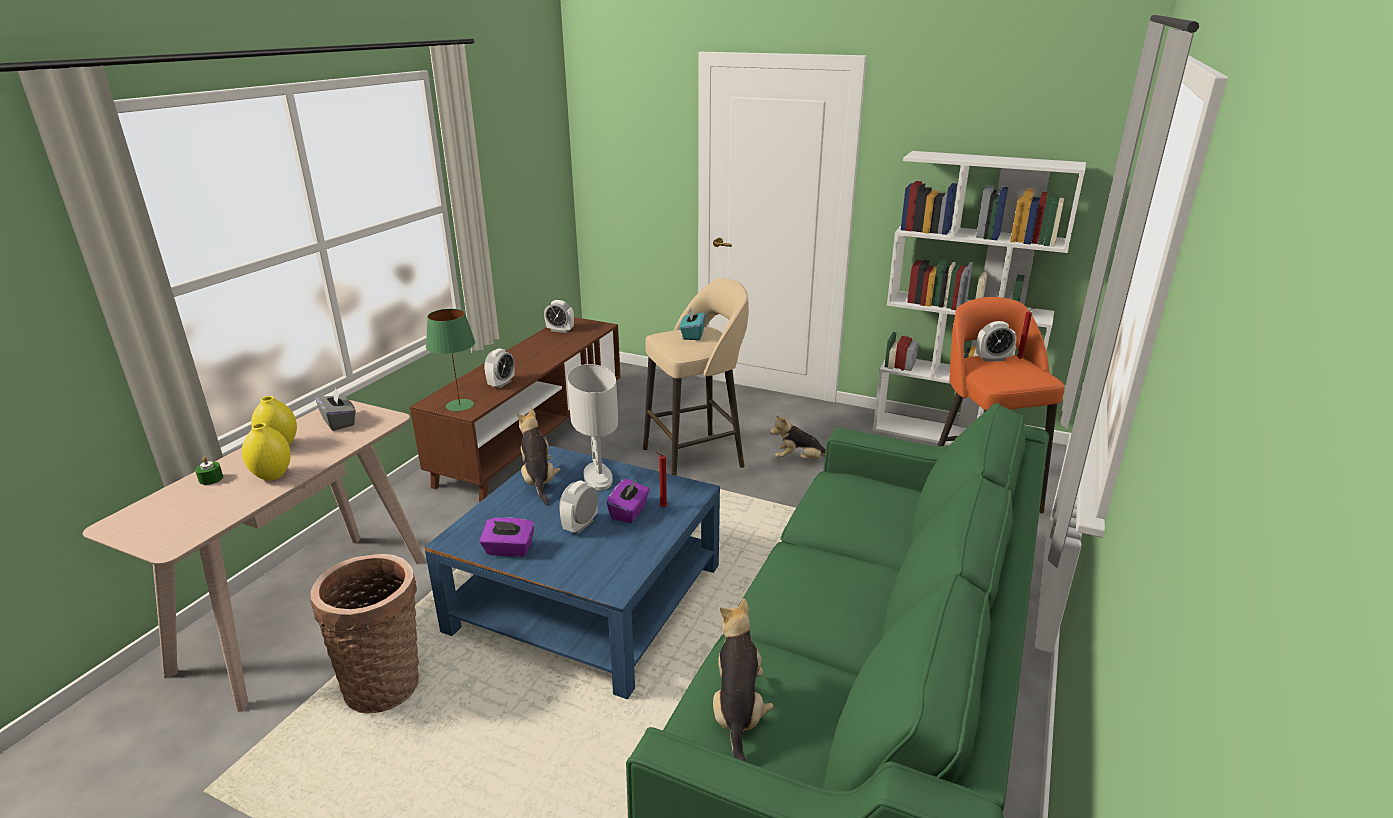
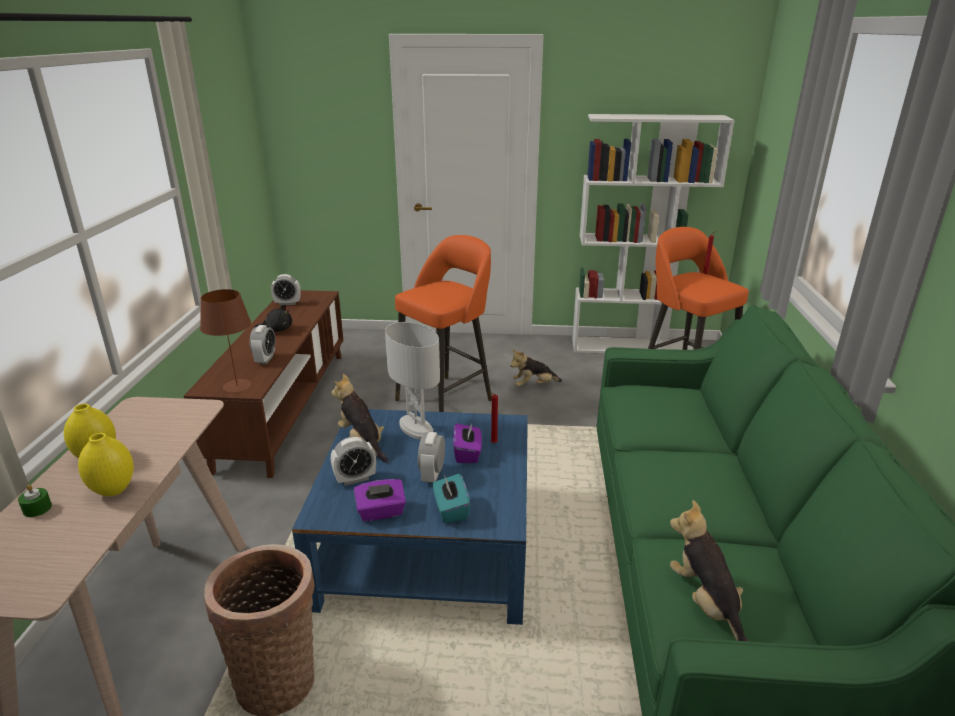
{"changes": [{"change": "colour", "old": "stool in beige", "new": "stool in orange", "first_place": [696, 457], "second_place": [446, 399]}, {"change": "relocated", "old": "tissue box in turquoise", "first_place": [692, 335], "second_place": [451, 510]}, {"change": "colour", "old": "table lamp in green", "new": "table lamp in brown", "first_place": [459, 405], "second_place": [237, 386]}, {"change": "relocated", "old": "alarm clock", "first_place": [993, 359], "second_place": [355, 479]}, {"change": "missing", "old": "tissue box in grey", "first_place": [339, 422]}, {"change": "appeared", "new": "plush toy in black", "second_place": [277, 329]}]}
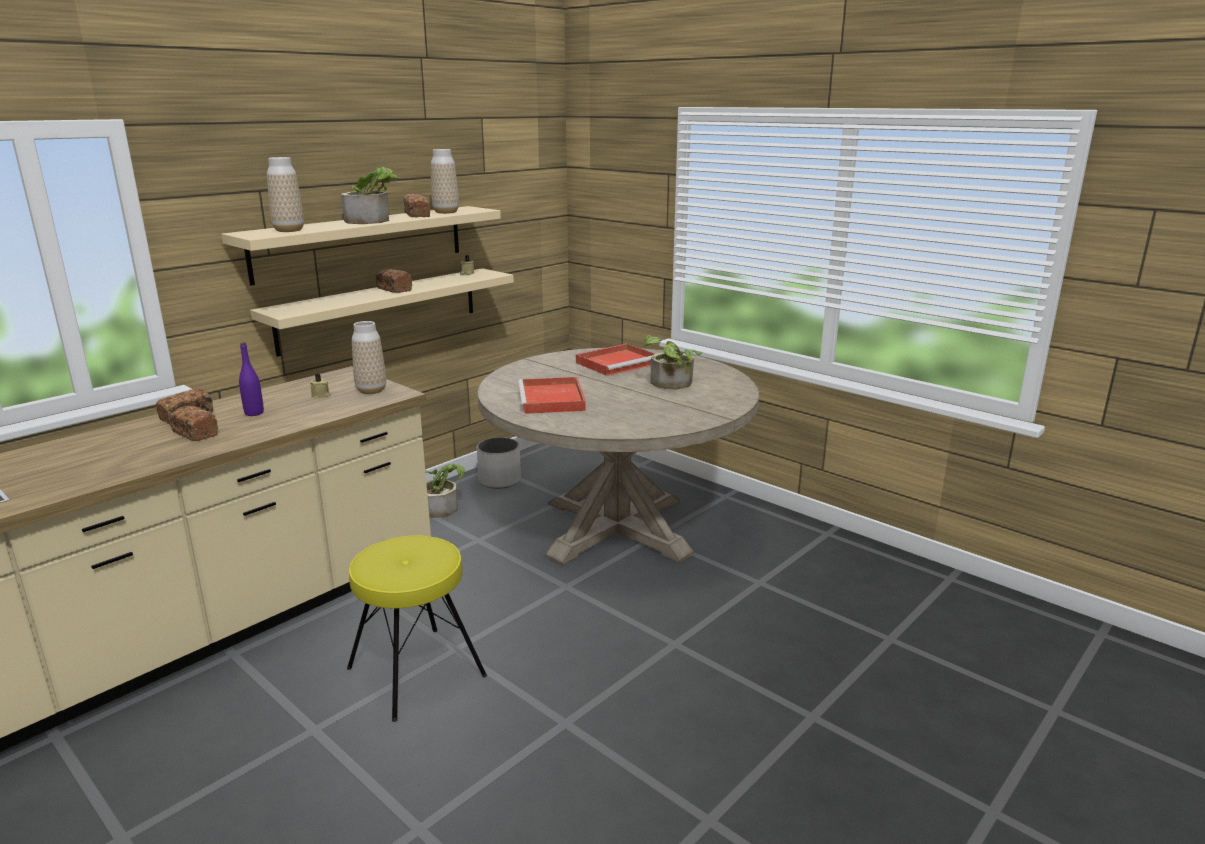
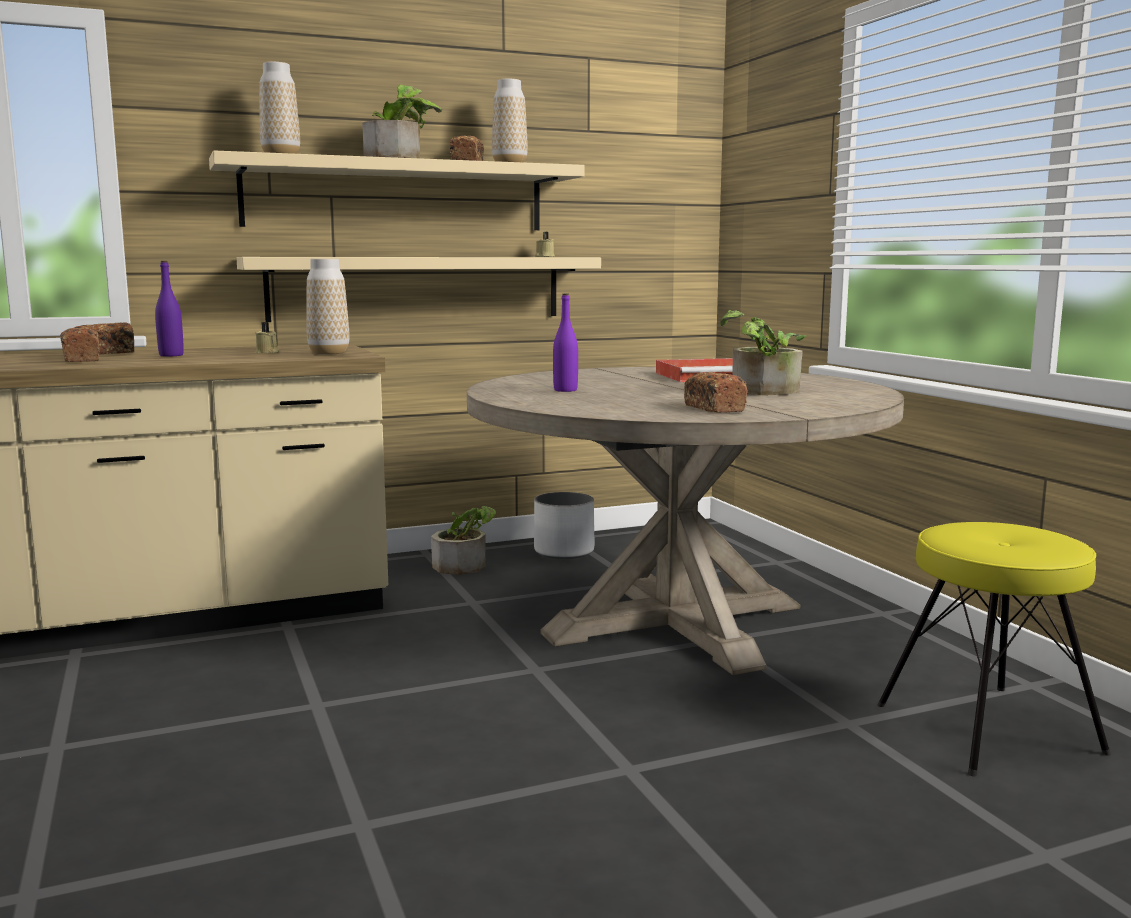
{"changes": [{"change": "relocated", "old": "bread", "first_place": [394, 289], "second_place": [713, 408]}, {"change": "exchanged", "old": "tray in red", "new": "bottle in purple", "first_place": [552, 400], "second_place": [565, 390]}, {"change": "relocated", "old": "stool in yellow", "first_place": [416, 672], "second_place": [987, 729]}]}
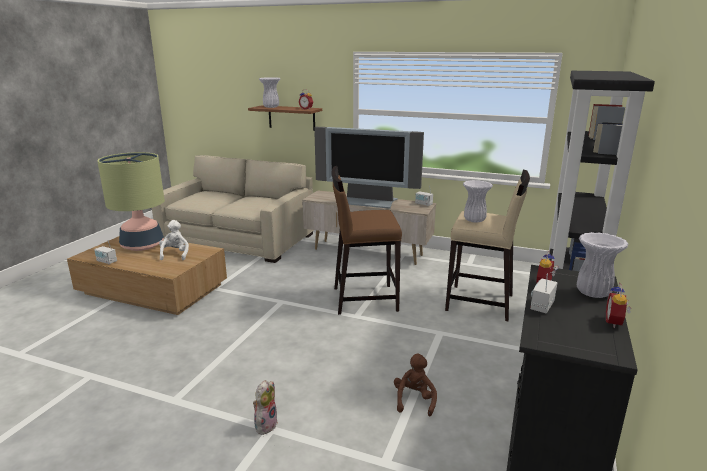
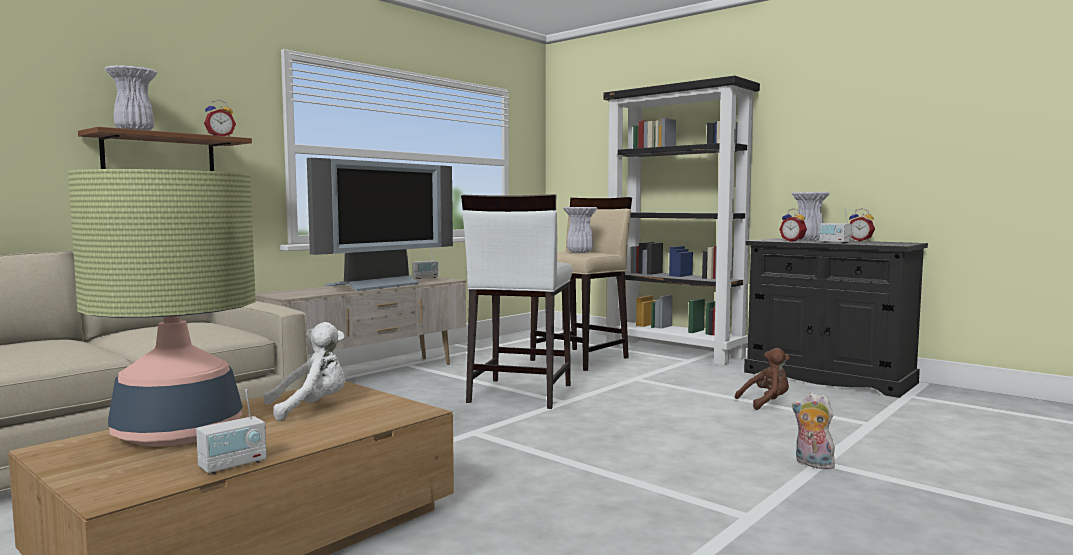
{"changes": [{"change": "colour", "old": "stool in brown", "new": "stool in white", "first_place": [364, 299], "second_place": [519, 393]}, {"change": "spun", "old": "plush toy in white", "first_place": [175, 254], "second_place": [311, 407], "degrees": 135}, {"change": "spun", "old": "plush toy in brown", "first_place": [414, 400], "second_place": [766, 403], "degrees": 135}]}
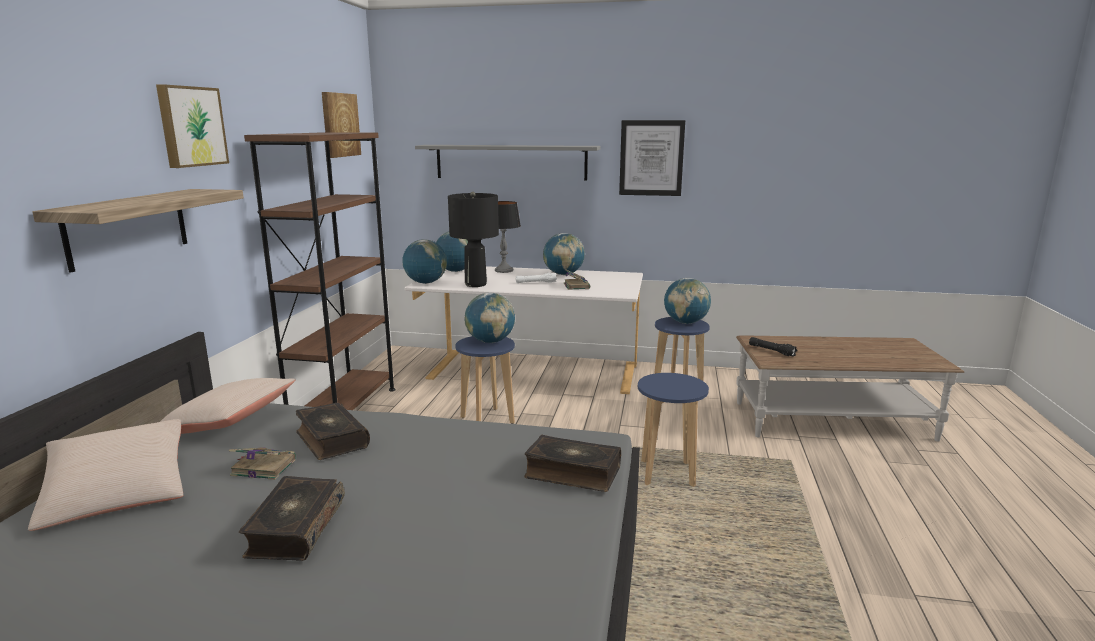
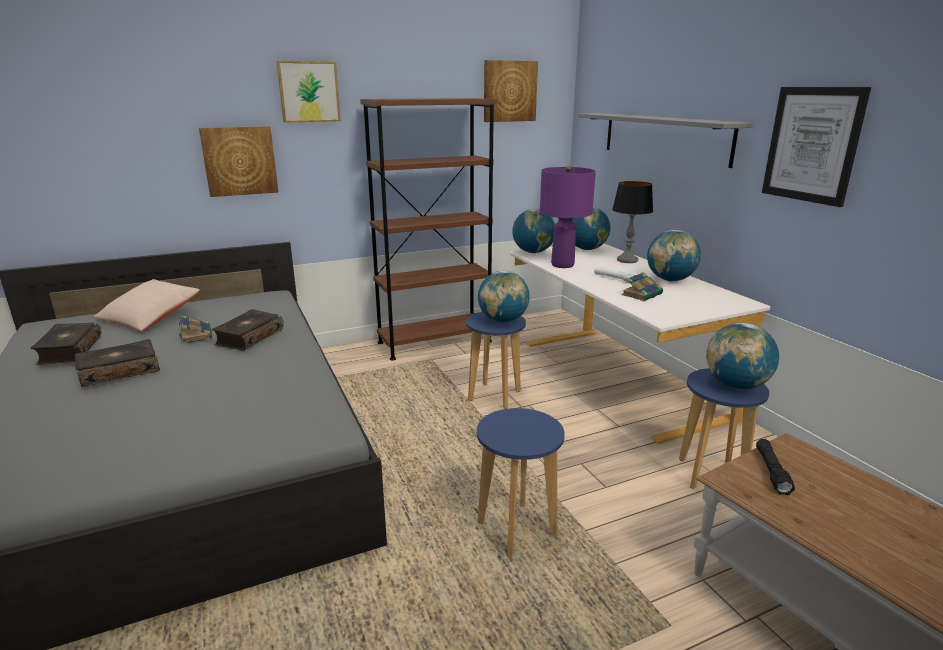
{"changes": [{"change": "exchanged", "old": "shelf", "new": "picture", "first_place": [128, 227], "second_place": [239, 161]}, {"change": "colour", "old": "table lamp in black", "new": "table lamp in purple", "first_place": [476, 284], "second_place": [563, 265]}, {"change": "missing", "old": "pillow in beige", "first_place": [228, 423]}, {"change": "relocated", "old": "book", "first_place": [572, 473], "second_place": [69, 351]}]}
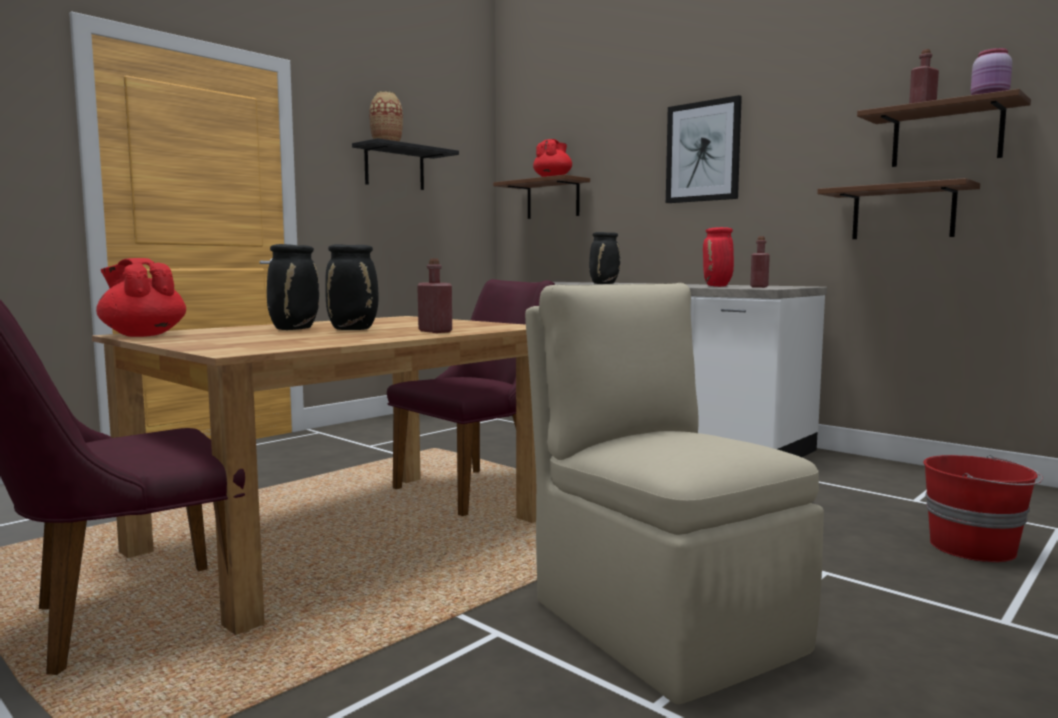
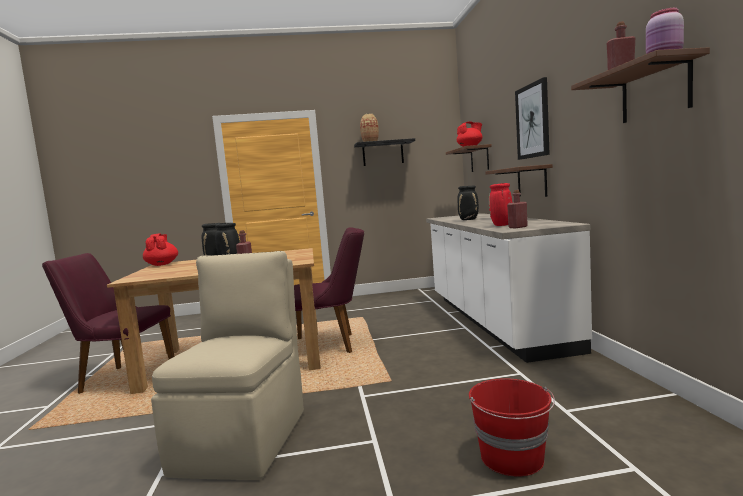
{"changes": [{"change": "relocated", "old": "shelf in brown", "first_place": [903, 213], "second_place": [532, 181]}]}
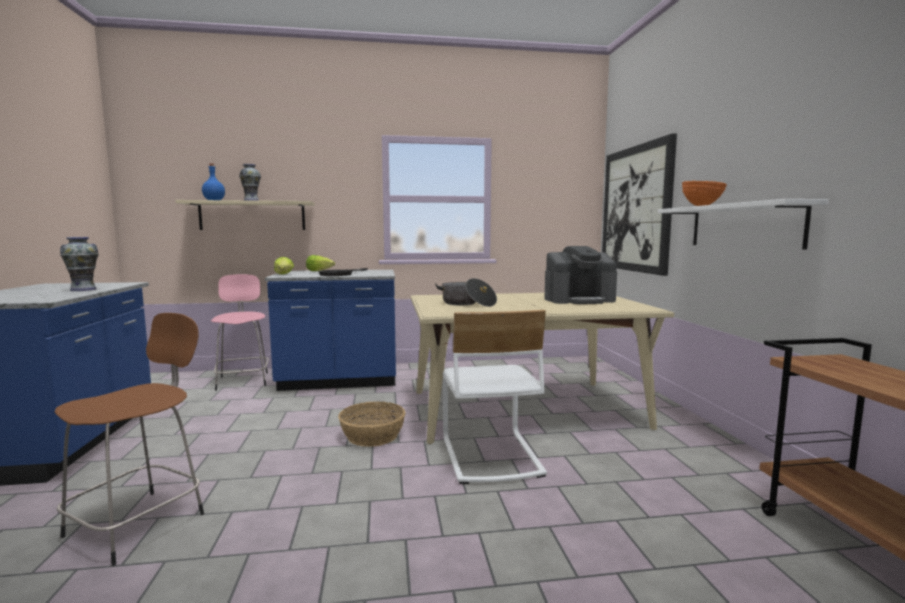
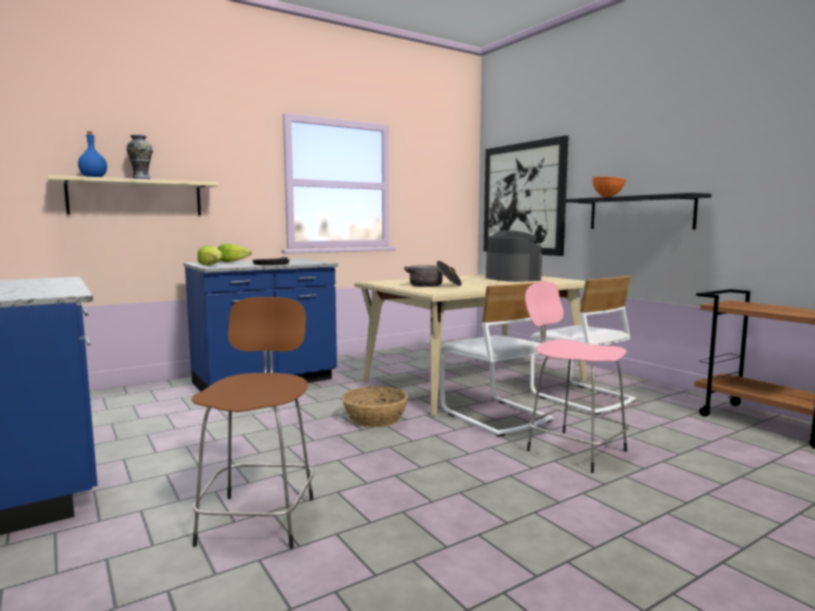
{"changes": [{"change": "colour", "old": "shelf in white", "new": "shelf in black", "first_place": [743, 226], "second_place": [640, 213]}, {"change": "missing", "old": "vase", "first_place": [83, 290]}, {"change": "spun", "old": "coffee machine", "first_place": [579, 300], "second_place": [512, 278], "degrees": -75}, {"change": "relocated", "old": "stool in pink", "first_place": [243, 380], "second_place": [573, 449]}, {"change": "appeared", "new": "chair in white", "second_place": [581, 398]}]}
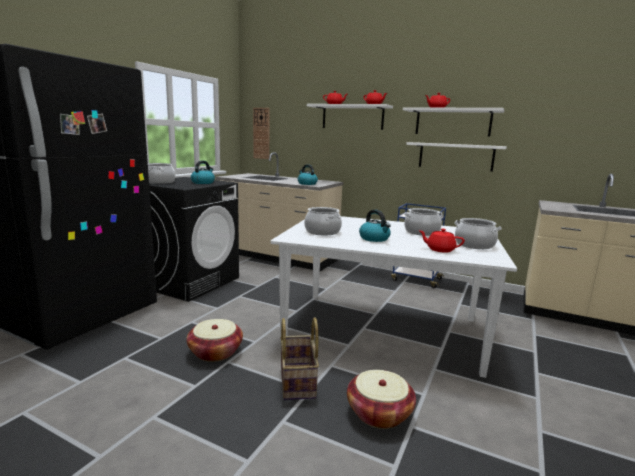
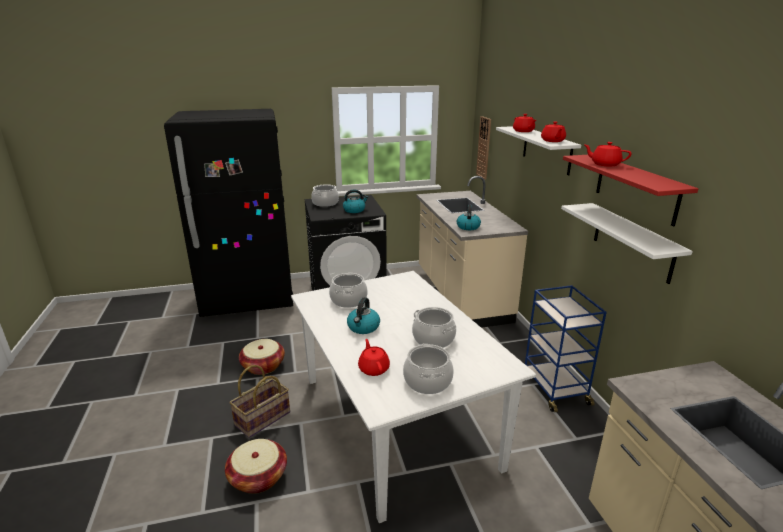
{"changes": [{"change": "colour", "old": "shelf in white", "new": "shelf in red", "first_place": [452, 122], "second_place": [636, 188]}]}
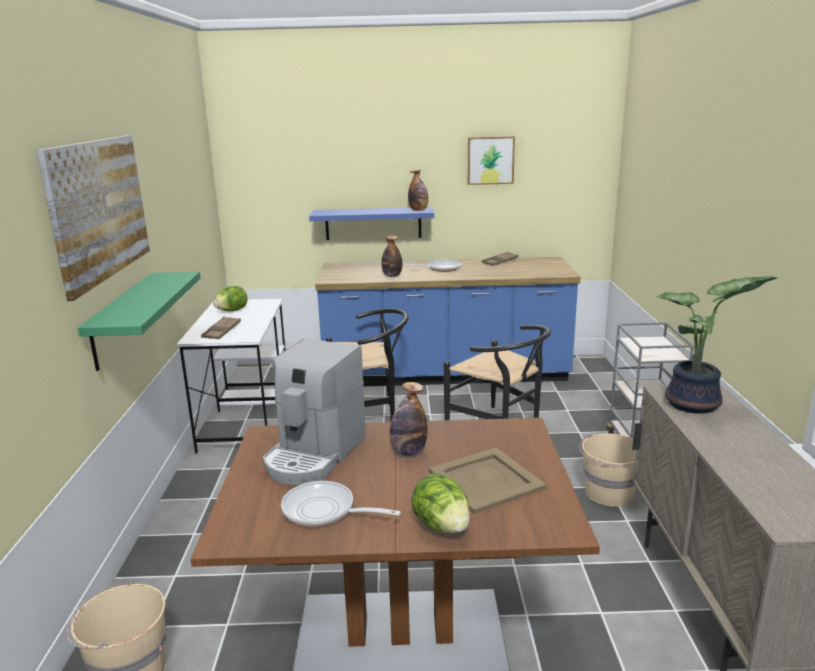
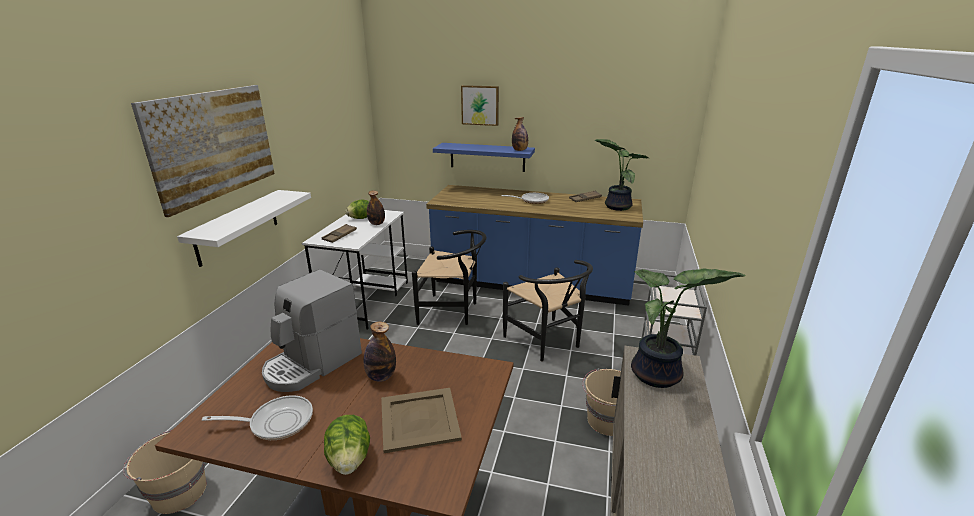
{"changes": [{"change": "relocated", "old": "picture", "first_place": [490, 160], "second_place": [480, 105]}, {"change": "relocated", "old": "bottle", "first_place": [392, 276], "second_place": [377, 223]}, {"change": "colour", "old": "shelf in green", "new": "shelf in white", "first_place": [123, 319], "second_place": [237, 226]}, {"change": "spun", "old": "frying pan", "first_place": [324, 511], "second_place": [276, 422], "degrees": 135}, {"change": "appeared", "new": "potted plant", "second_place": [616, 206]}]}
